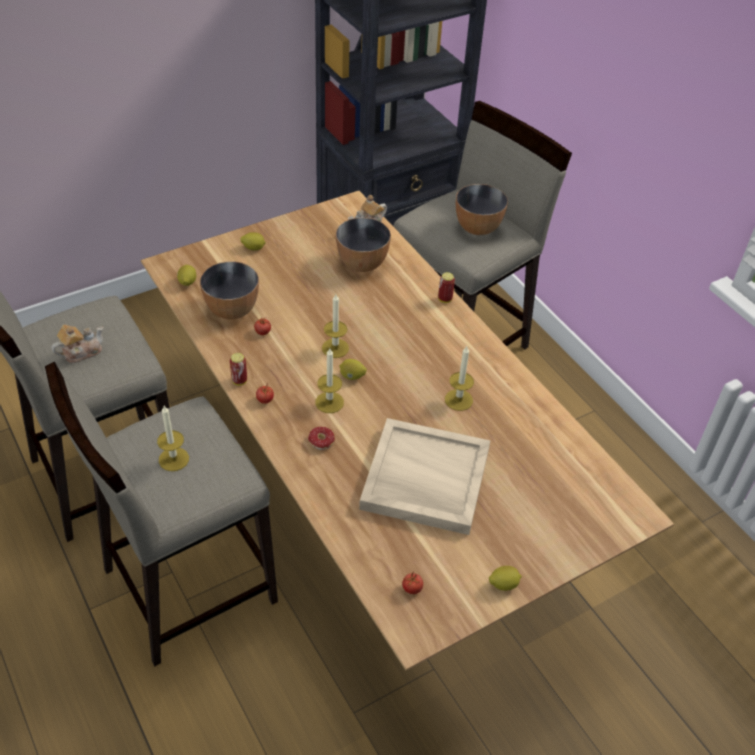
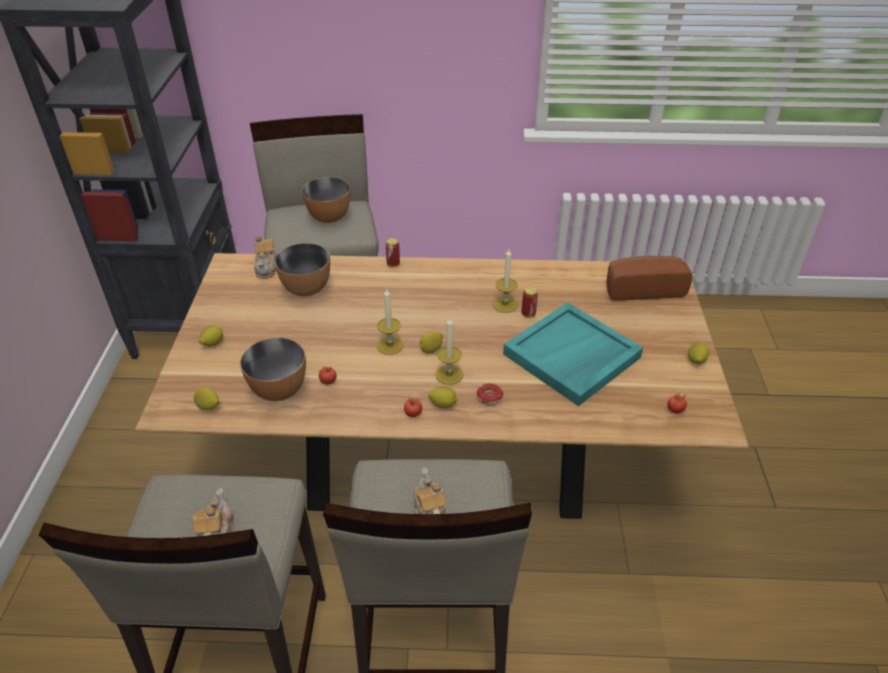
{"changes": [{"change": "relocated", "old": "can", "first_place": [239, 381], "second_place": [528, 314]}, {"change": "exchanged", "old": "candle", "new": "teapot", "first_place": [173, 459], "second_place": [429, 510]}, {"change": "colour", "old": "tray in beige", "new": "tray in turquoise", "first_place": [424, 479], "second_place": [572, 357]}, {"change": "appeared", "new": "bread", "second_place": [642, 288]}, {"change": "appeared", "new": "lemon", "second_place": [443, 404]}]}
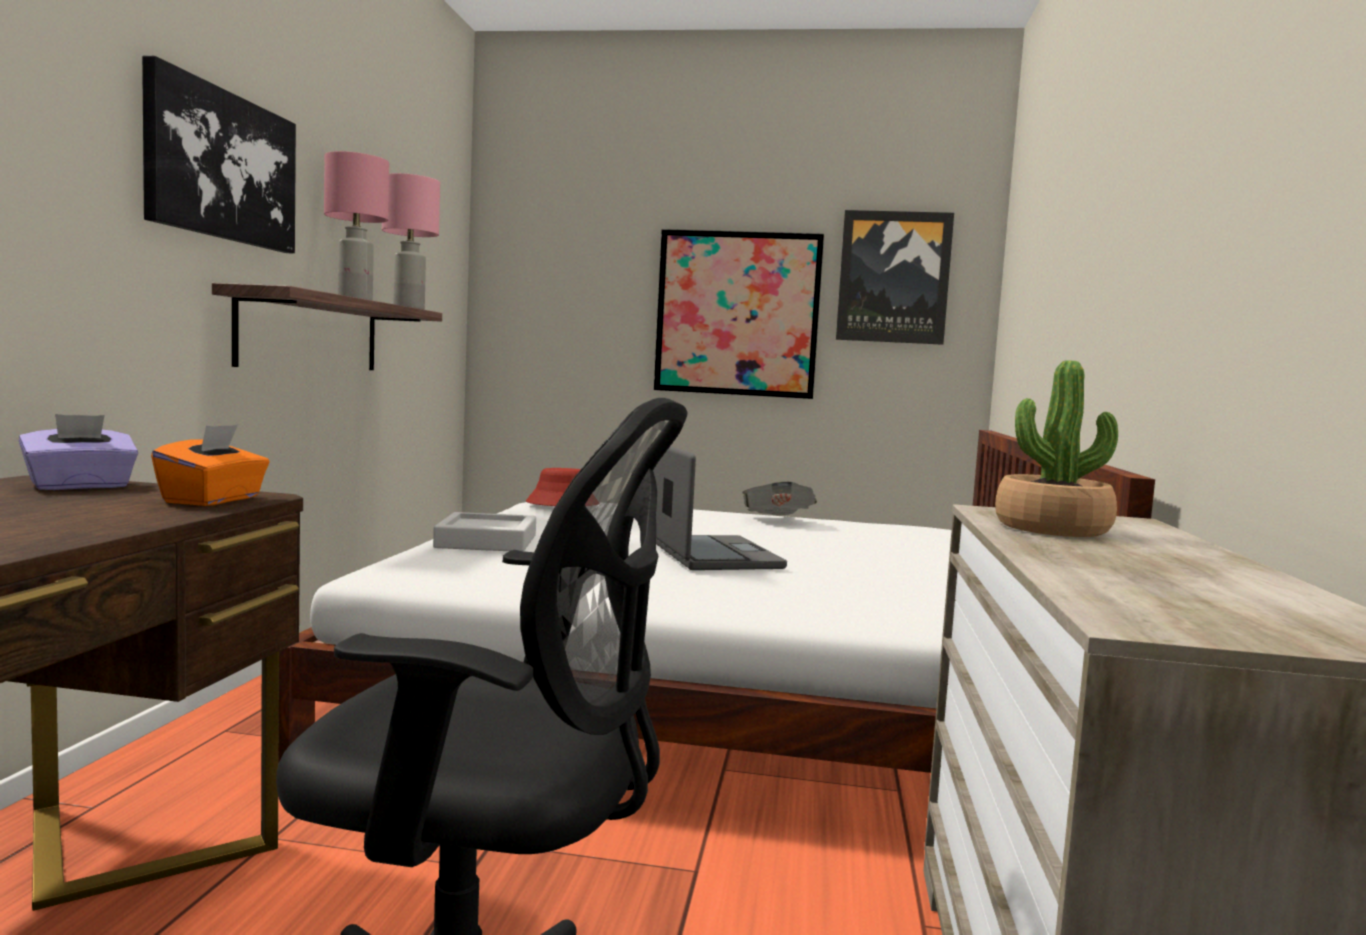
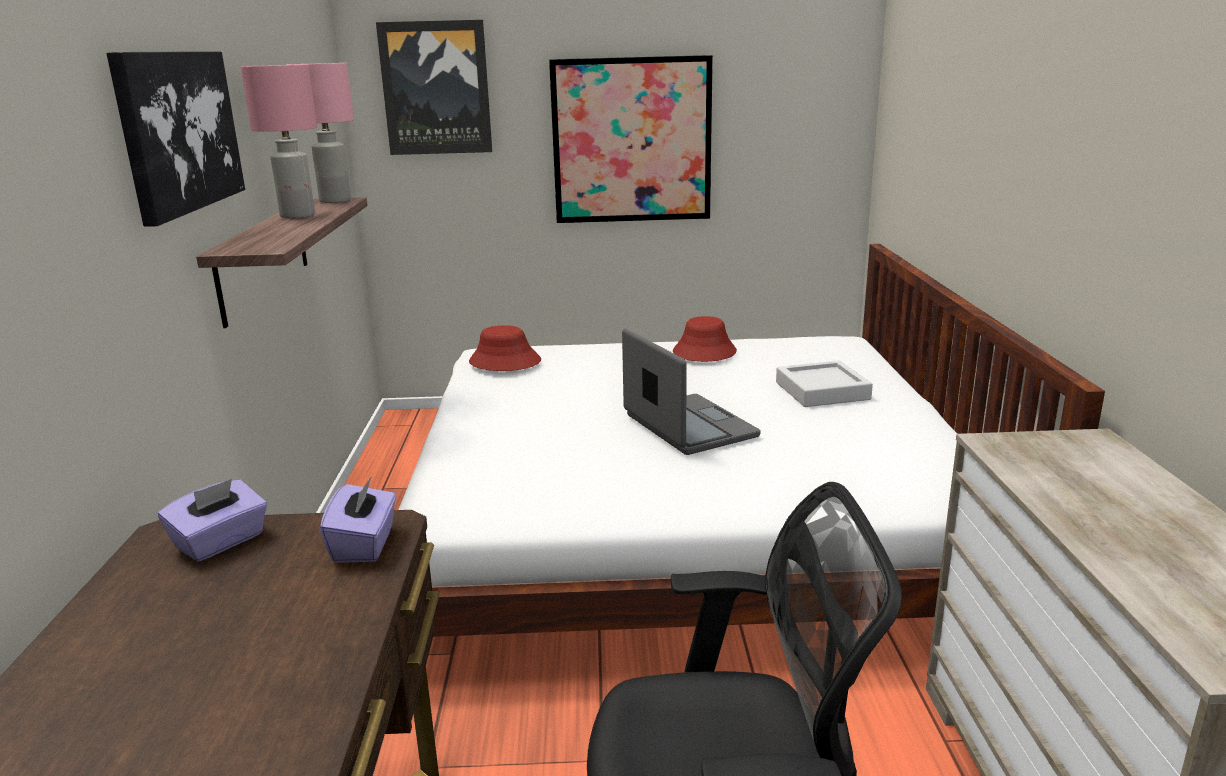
{"changes": [{"change": "relocated", "old": "picture", "first_place": [893, 277], "second_place": [436, 88]}, {"change": "missing", "old": "potted plant", "first_place": [1052, 529]}, {"change": "colour", "old": "tissue box in orange", "new": "tissue box in purple", "first_place": [214, 500], "second_place": [365, 544]}, {"change": "exchanged", "old": "newspaper", "new": "hat in red", "first_place": [777, 521], "second_place": [704, 352]}, {"change": "relocated", "old": "tray in grey", "first_place": [486, 541], "second_place": [822, 391]}]}
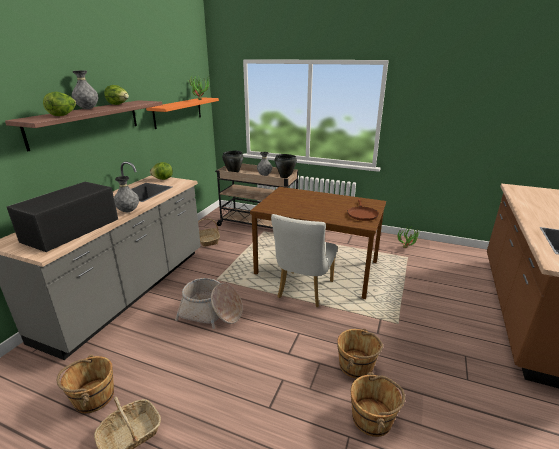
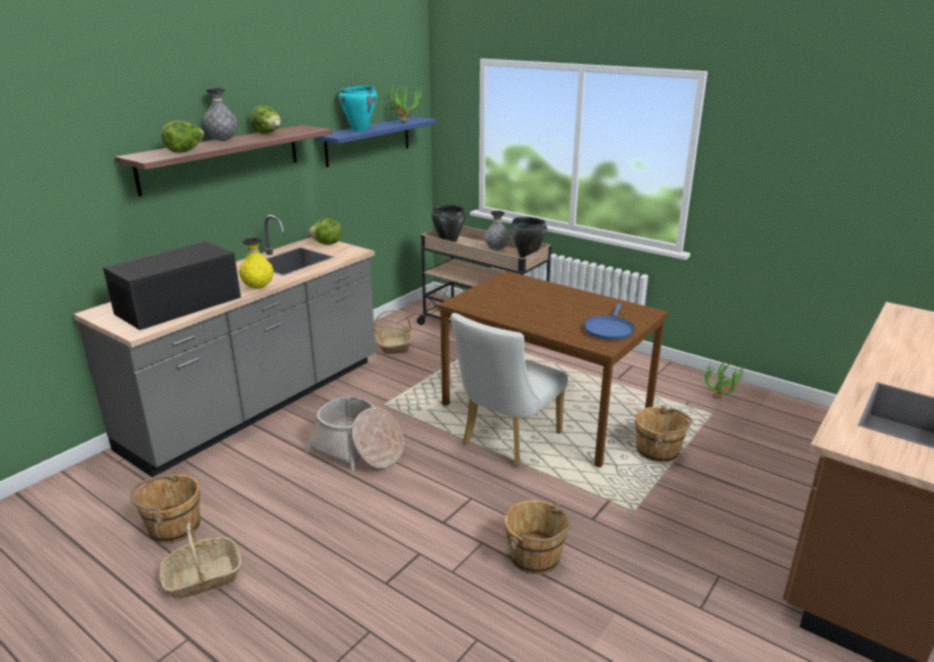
{"changes": [{"change": "colour", "old": "shelf in orange", "new": "shelf in blue", "first_place": [178, 112], "second_place": [368, 141]}, {"change": "colour", "old": "vase in grey", "new": "vase in yellow", "first_place": [128, 211], "second_place": [258, 288]}, {"change": "colour", "old": "frying pan in brown", "new": "frying pan in blue", "first_place": [362, 214], "second_place": [609, 329]}, {"change": "relocated", "old": "bucket in brown", "first_place": [373, 418], "second_place": [658, 451]}, {"change": "appeared", "new": "cooking pot in turquoise", "second_place": [360, 130]}]}
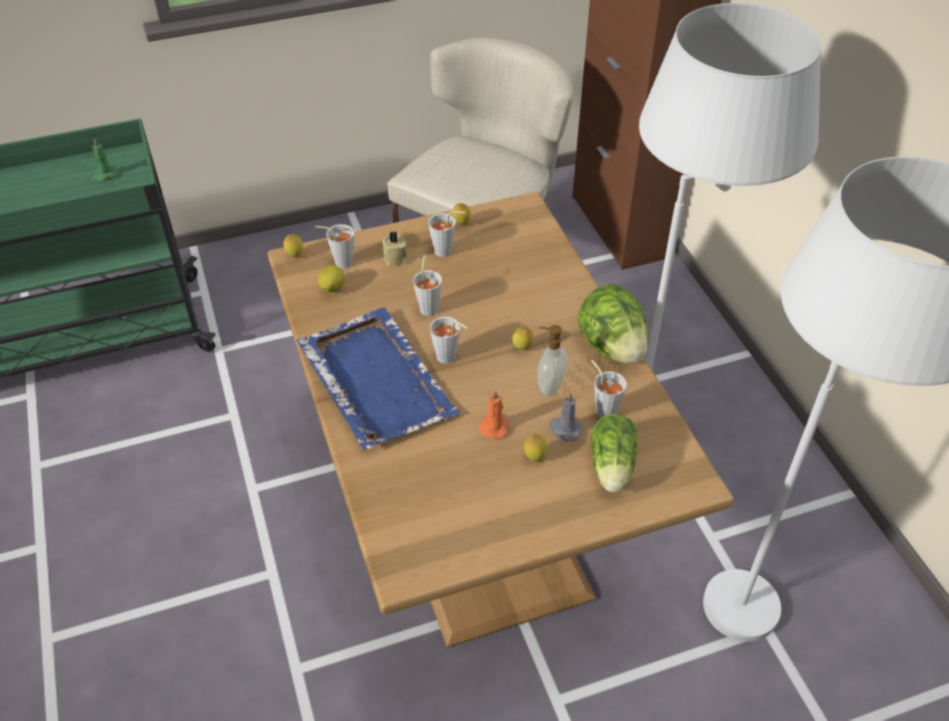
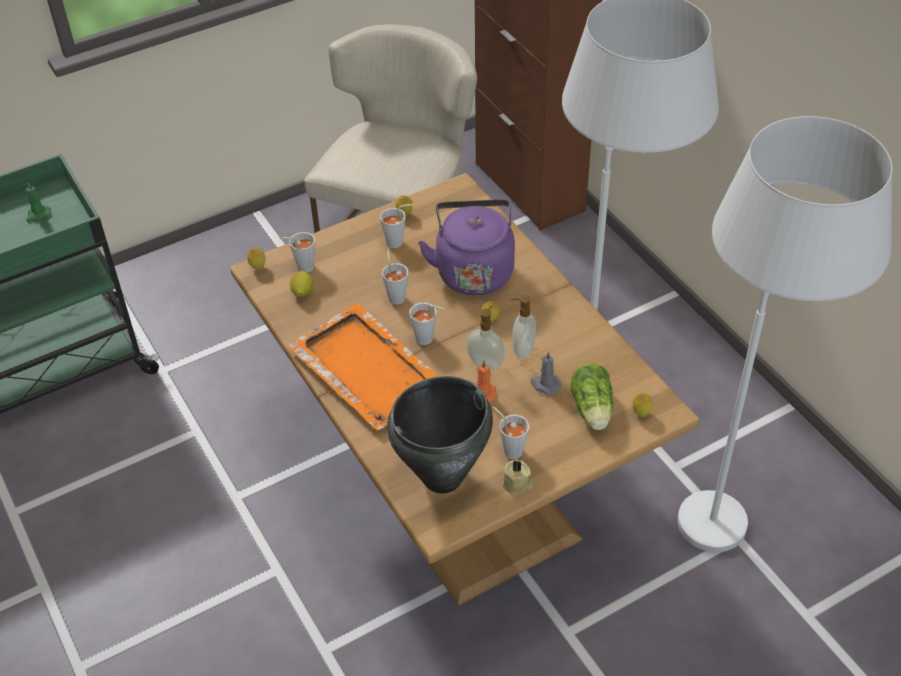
{"changes": [{"change": "relocated", "old": "candle in beige", "first_place": [396, 259], "second_place": [518, 485]}, {"change": "missing", "old": "lettuce", "first_place": [611, 347]}, {"change": "colour", "old": "tray in blue", "new": "tray in orange", "first_place": [375, 379], "second_place": [367, 368]}, {"change": "relocated", "old": "cup in grey", "first_place": [603, 409], "second_place": [510, 449]}, {"change": "relocated", "old": "lemon", "first_place": [534, 457], "second_place": [641, 413]}, {"change": "appeared", "new": "kettle in purple", "second_place": [473, 271]}, {"change": "appeared", "new": "soap dispenser", "second_place": [486, 362]}, {"change": "appeared", "new": "cooking pot in black", "second_place": [443, 478]}]}
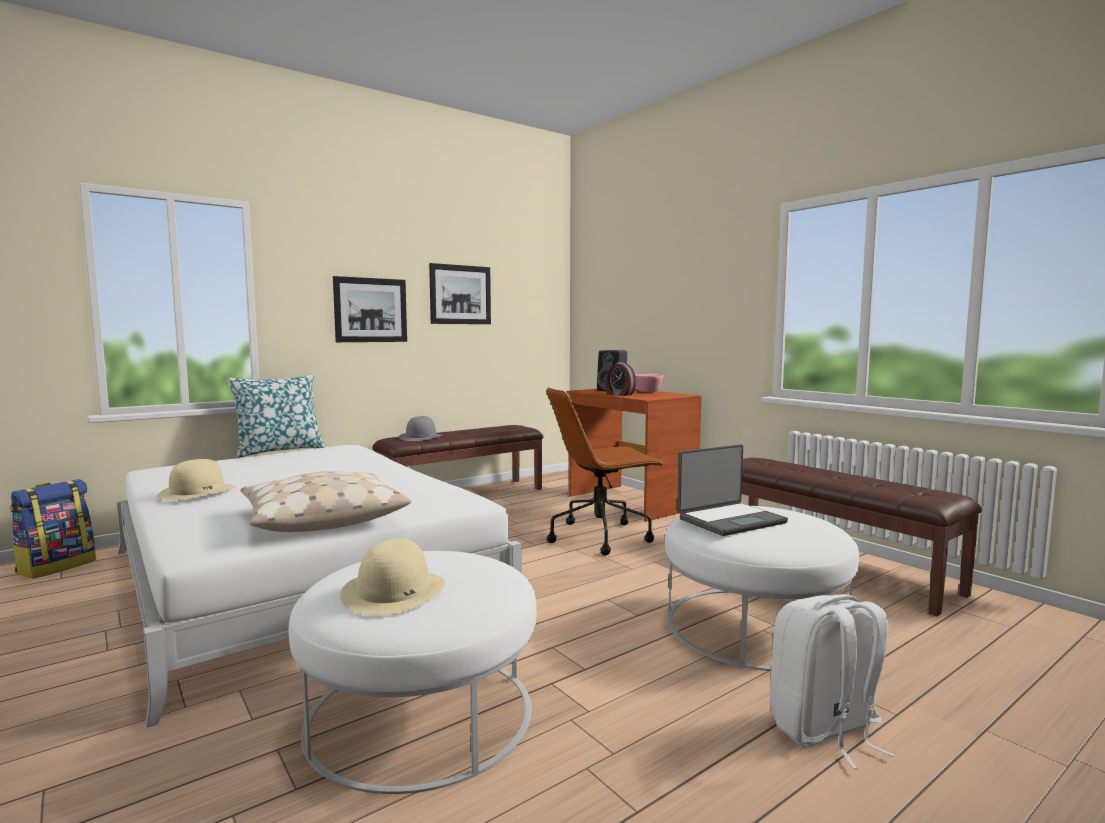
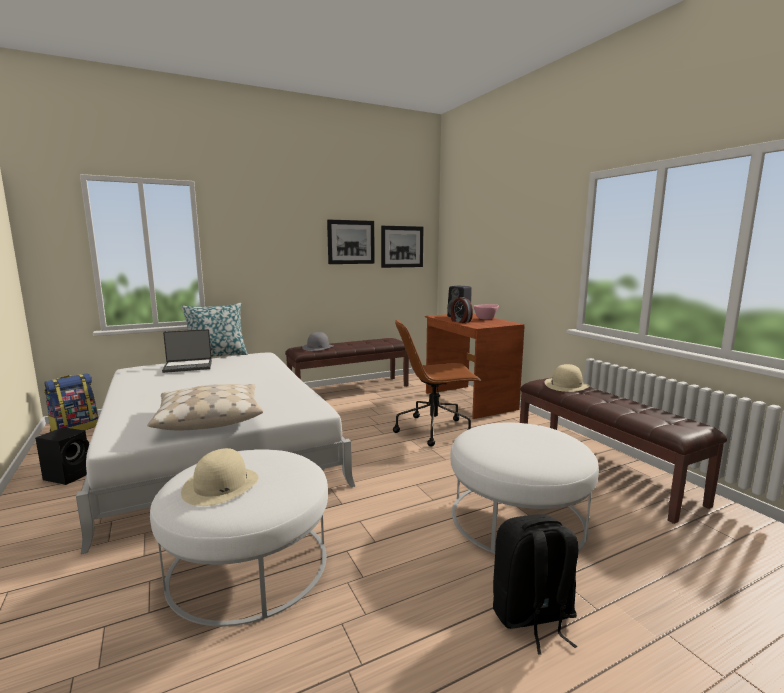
{"changes": [{"change": "relocated", "old": "picture", "first_place": [371, 310], "second_place": [402, 246]}, {"change": "relocated", "old": "laptop", "first_place": [730, 520], "second_place": [188, 366]}, {"change": "relocated", "old": "hat in beige", "first_place": [197, 491], "second_place": [566, 385]}, {"change": "colour", "old": "backpack in white", "new": "backpack in black", "first_place": [825, 731], "second_place": [532, 617]}, {"change": "appeared", "new": "speaker in black", "second_place": [69, 475]}]}
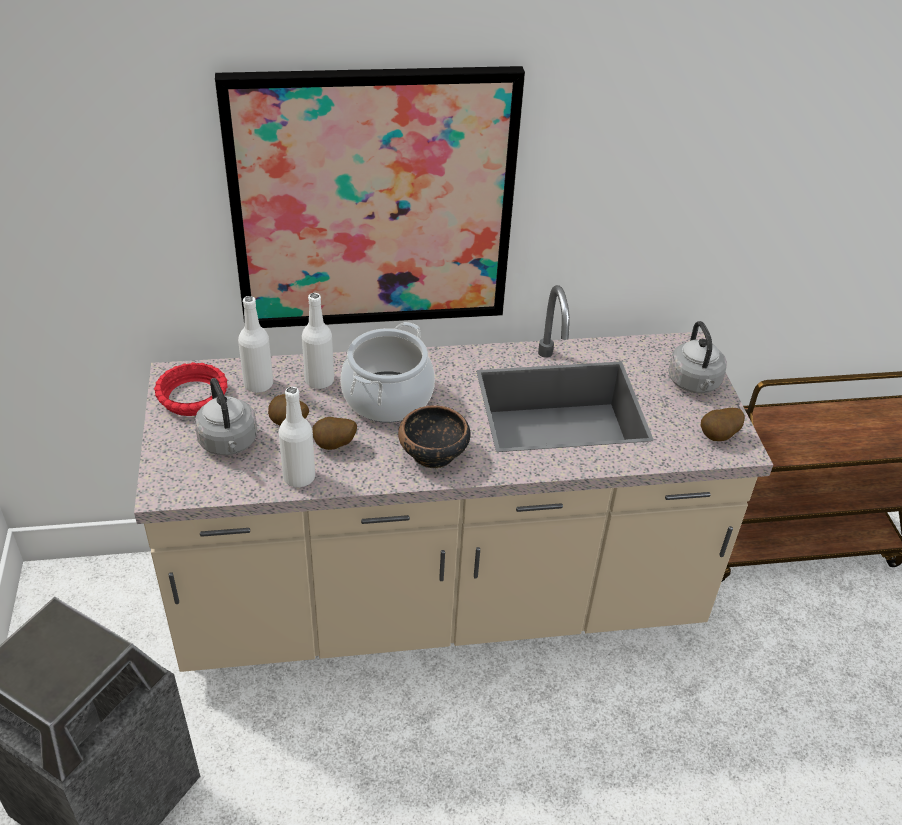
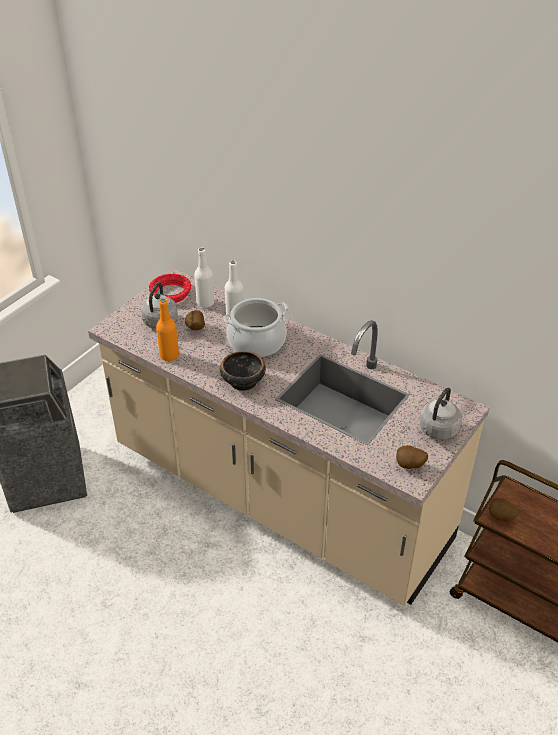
{"changes": [{"change": "missing", "old": "picture", "first_place": [373, 203]}, {"change": "colour", "old": "bottle in white", "new": "bottle in orange", "first_place": [299, 477], "second_place": [169, 355]}, {"change": "relocated", "old": "potato", "first_place": [334, 446], "second_place": [500, 518]}]}
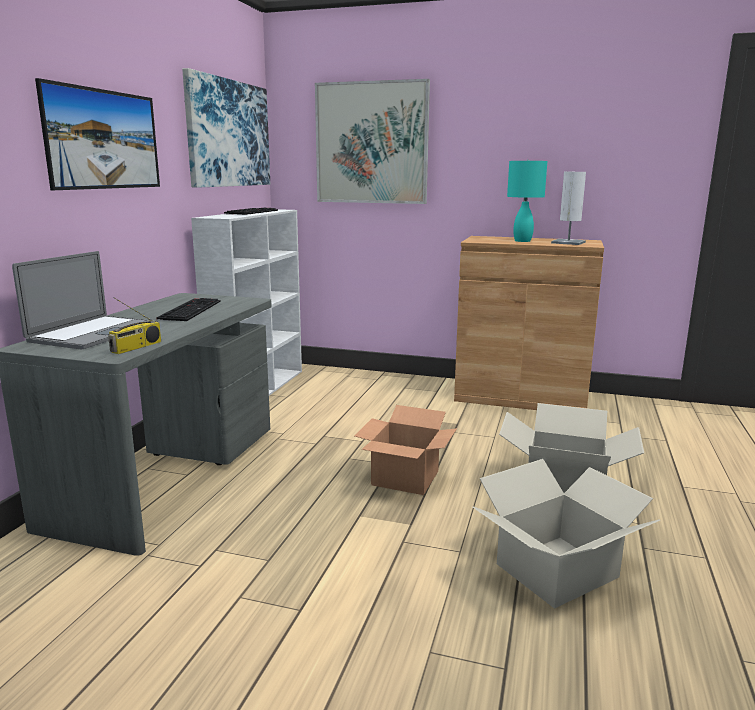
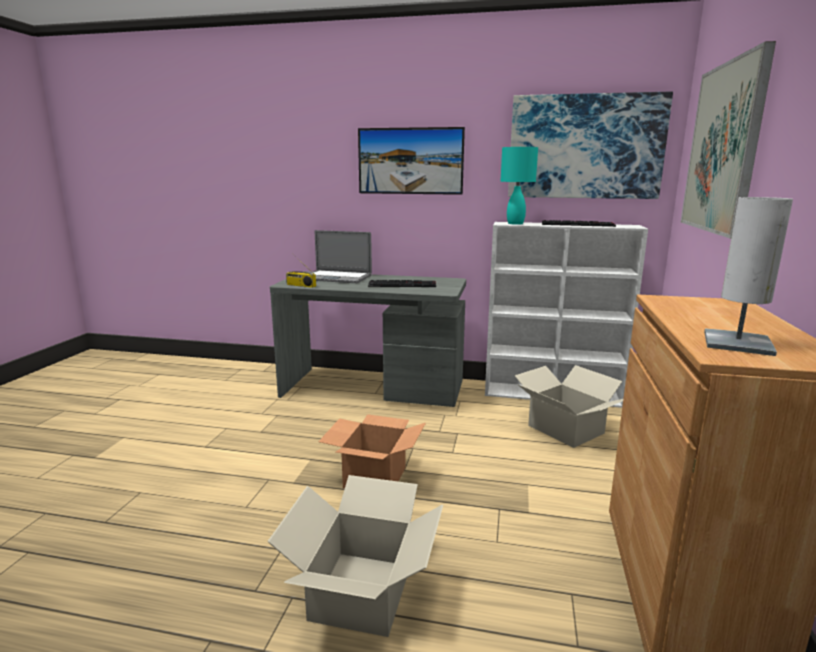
{"changes": [{"change": "relocated", "old": "table lamp in turquoise", "first_place": [523, 241], "second_place": [515, 223]}, {"change": "relocated", "old": "cardboard box", "first_place": [558, 571], "second_place": [565, 429]}]}
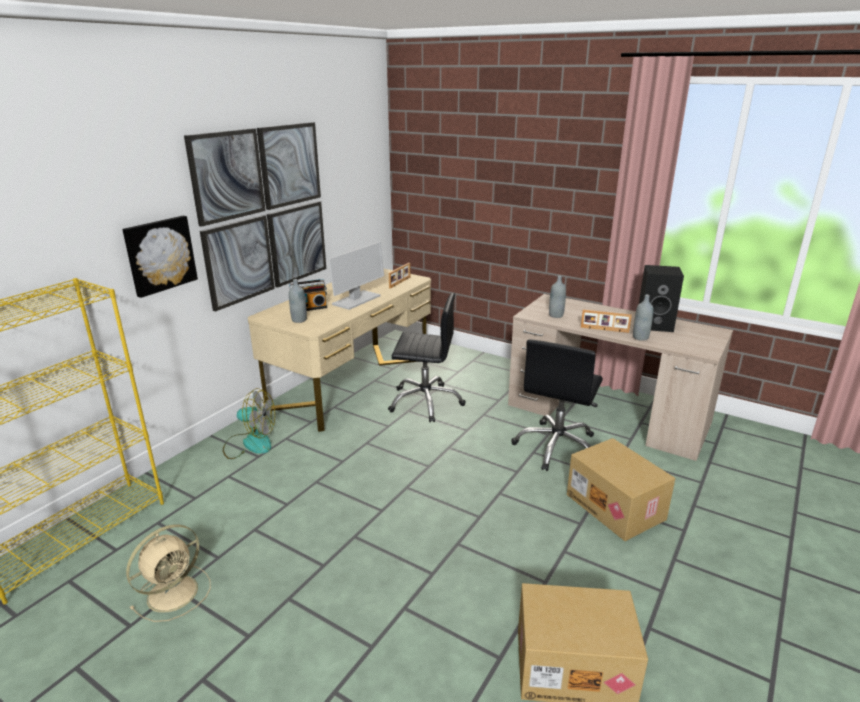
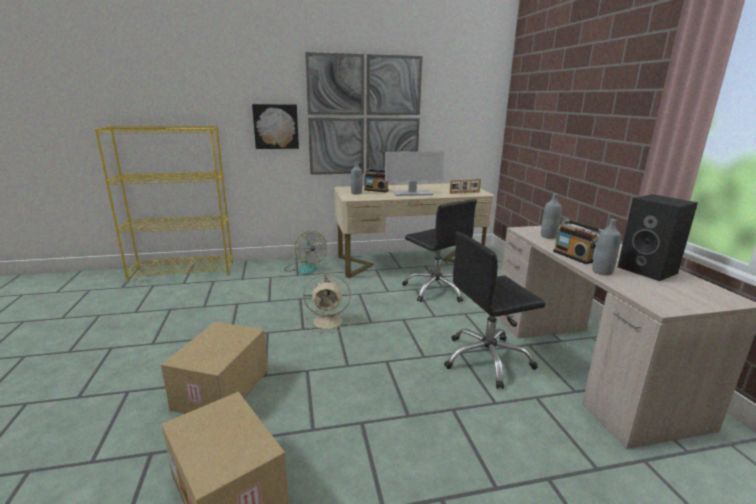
{"changes": [{"change": "exchanged", "old": "picture frame", "new": "radio", "first_place": [604, 330], "second_place": [574, 256]}, {"change": "relocated", "old": "cardboard box", "first_place": [616, 507], "second_place": [223, 390]}, {"change": "relocated", "old": "fan in beige", "first_place": [175, 592], "second_place": [329, 321]}]}
